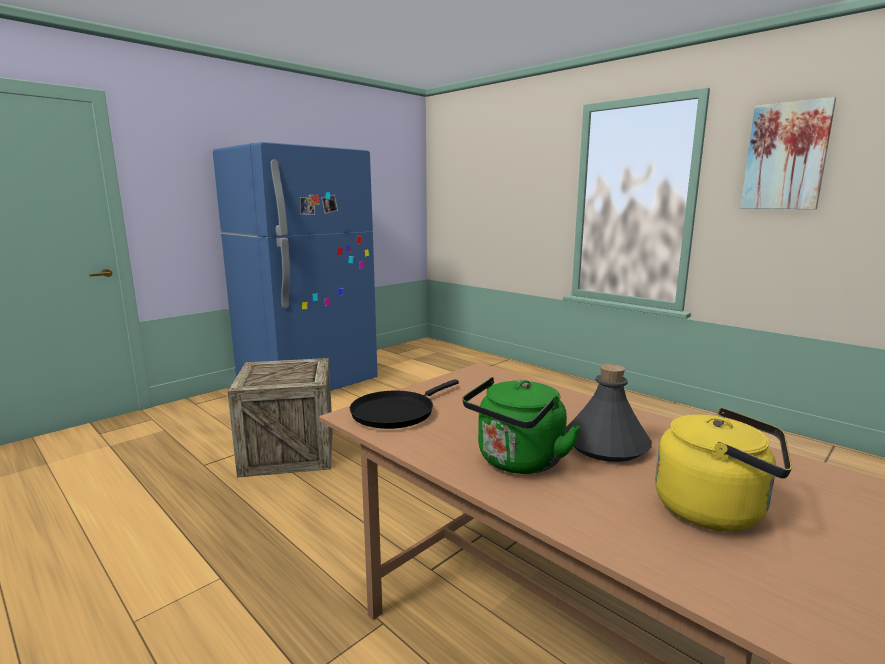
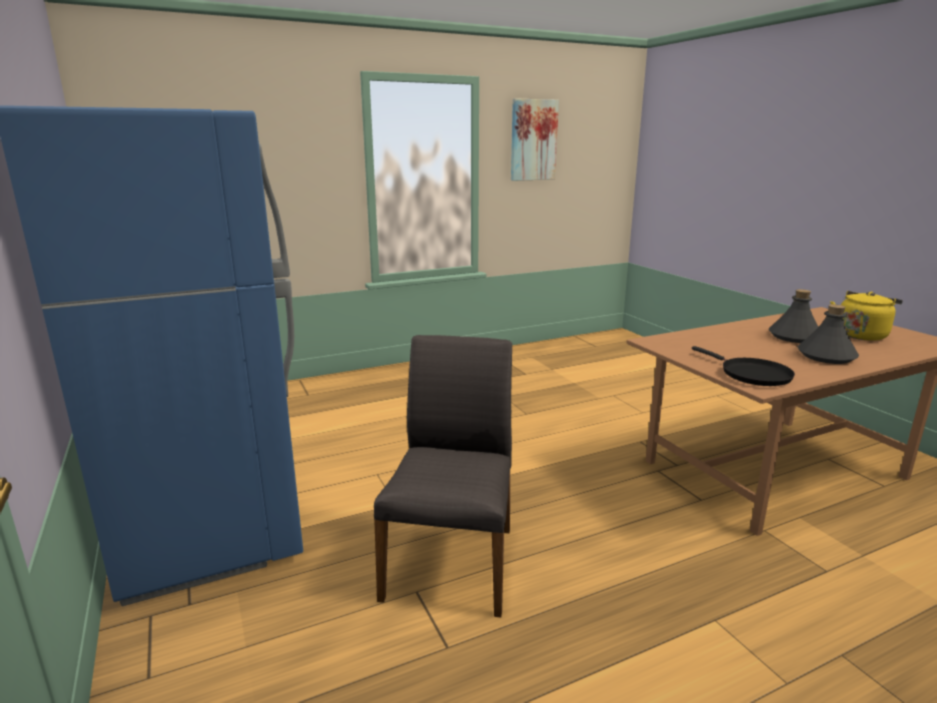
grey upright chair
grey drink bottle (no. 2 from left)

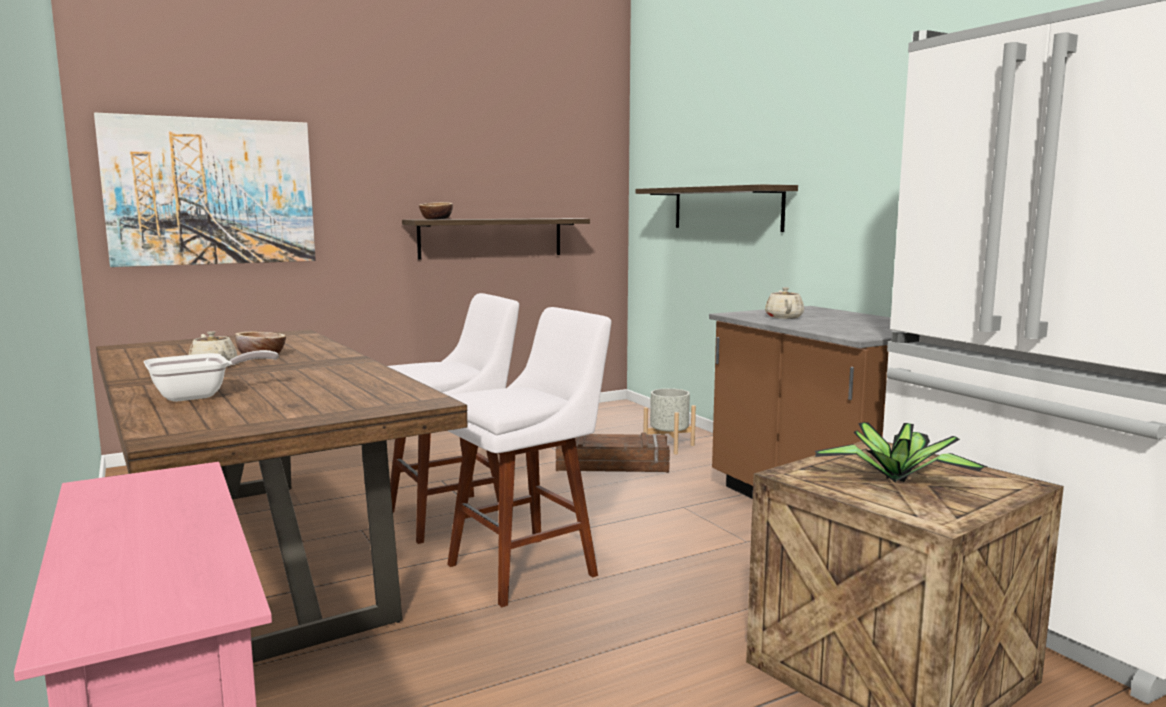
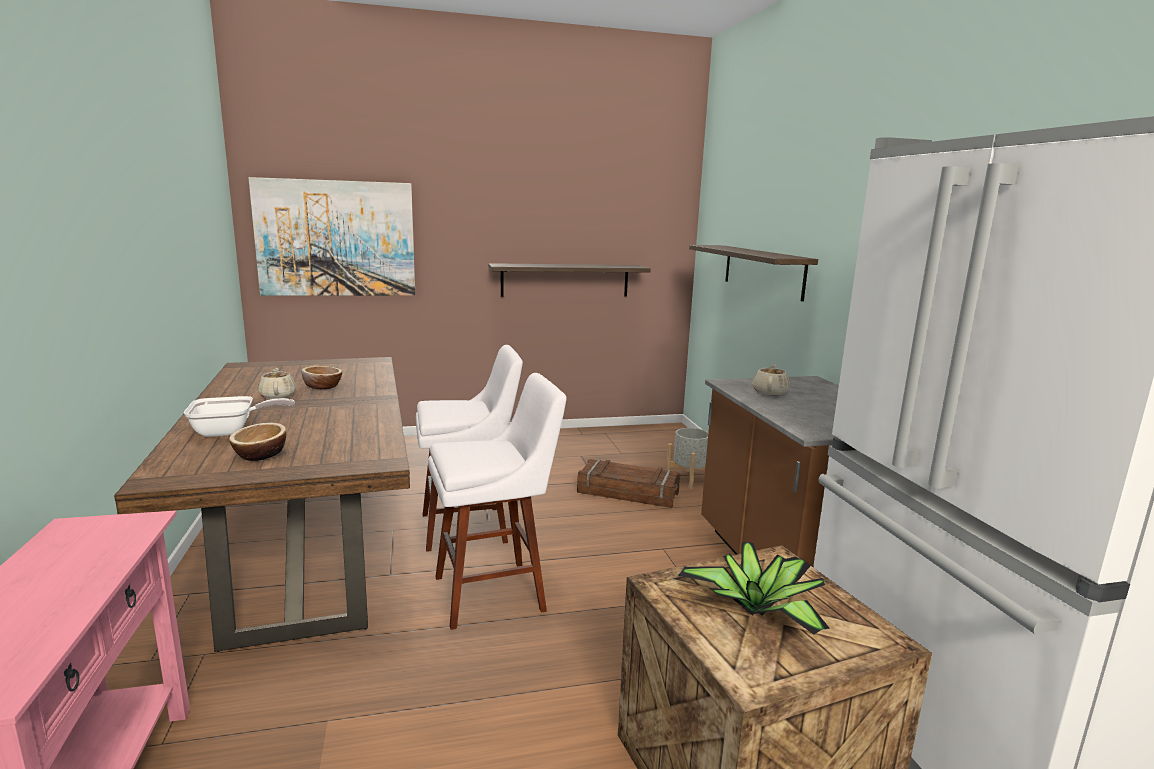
serving bowl (no. 1 from left)

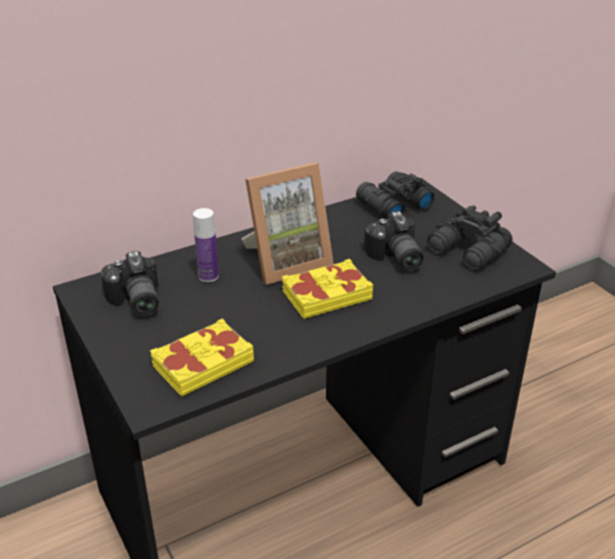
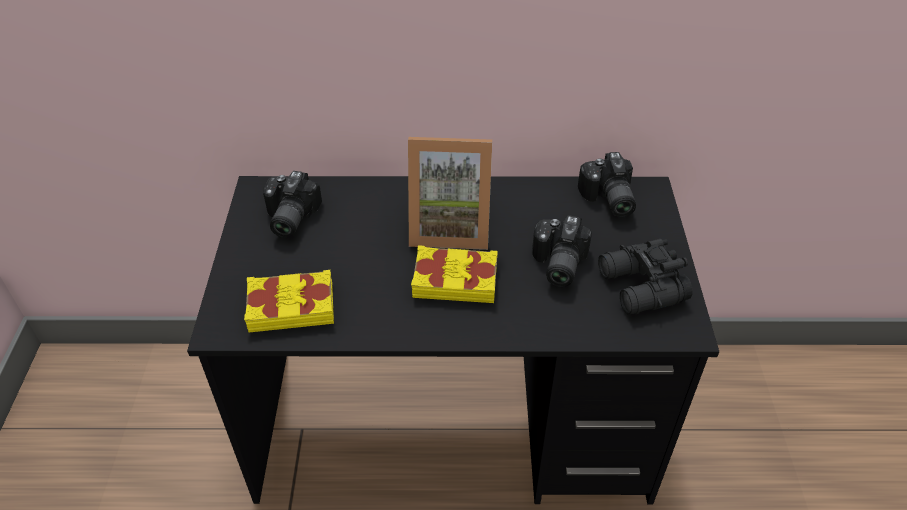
still camera (no. 3 from left)
drink bottle

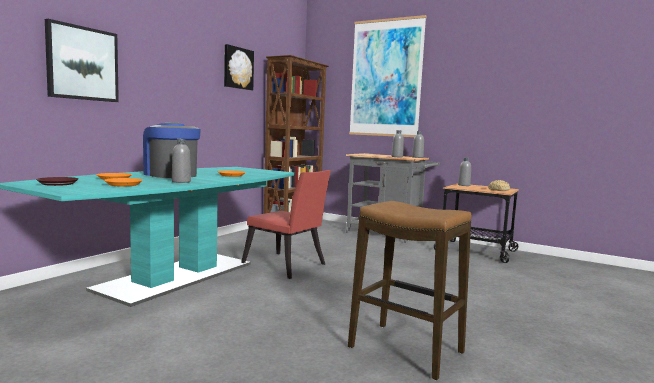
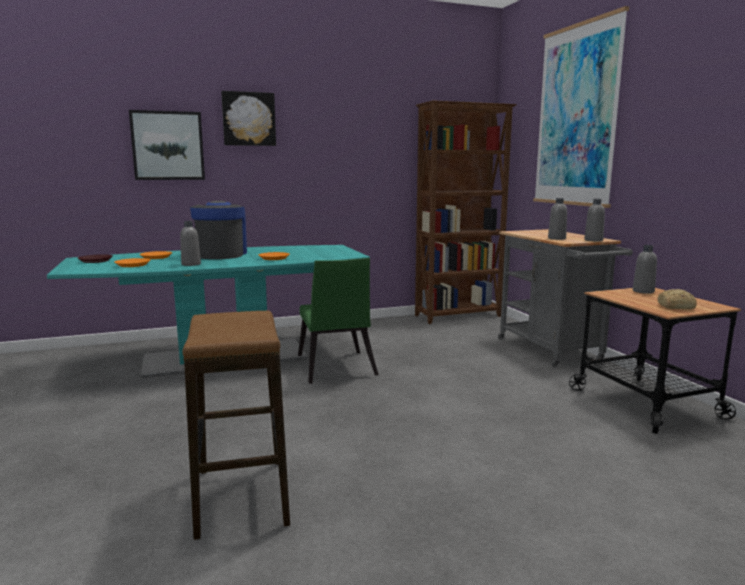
wall art (no. 2 from left)
green upright chair

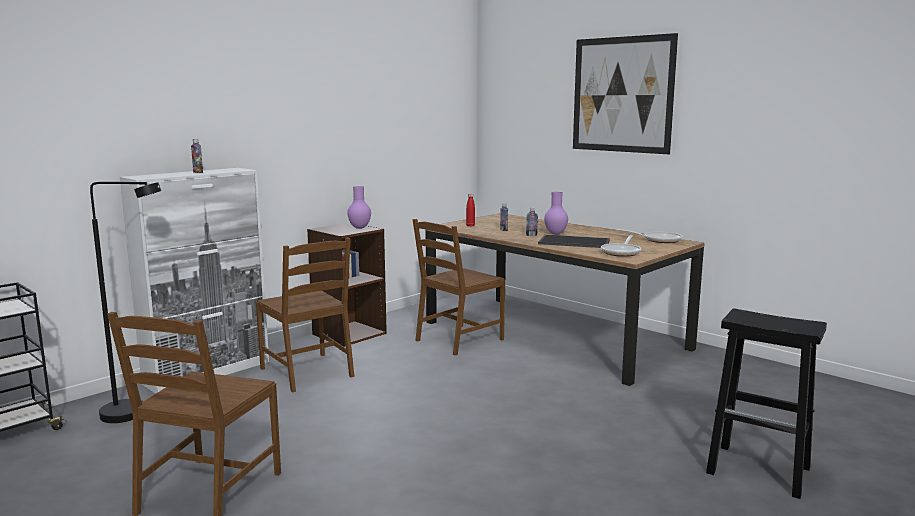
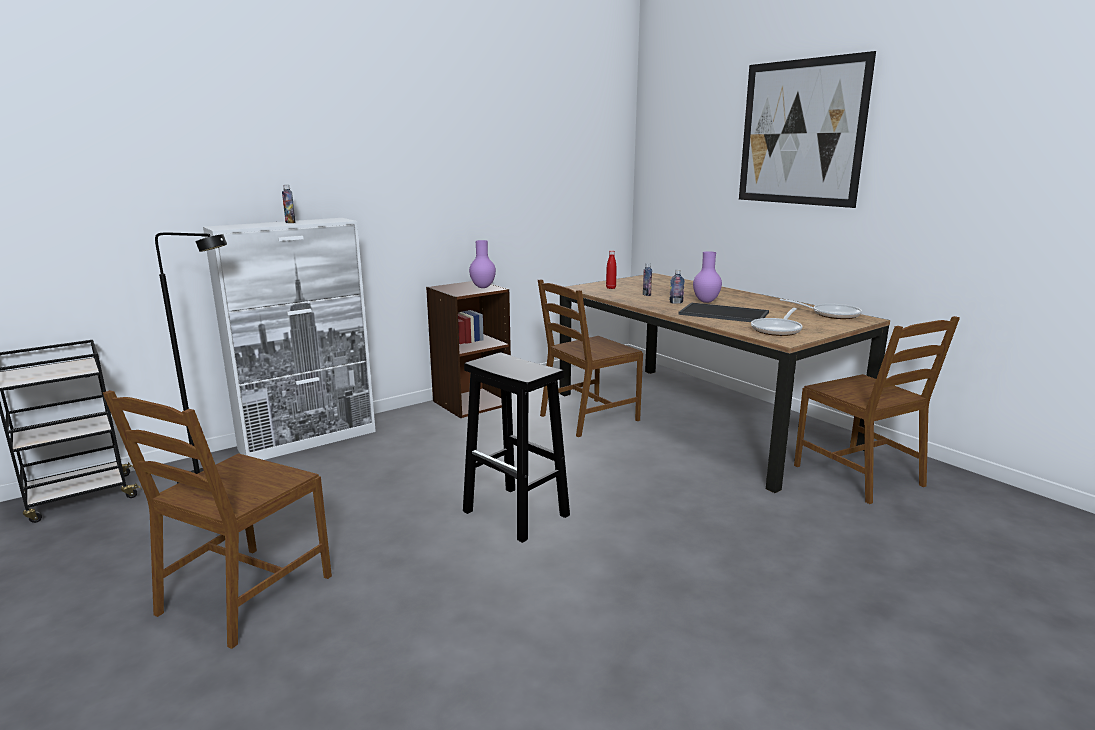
blackish sitting stool
brown upright chair (no. 3 from left)

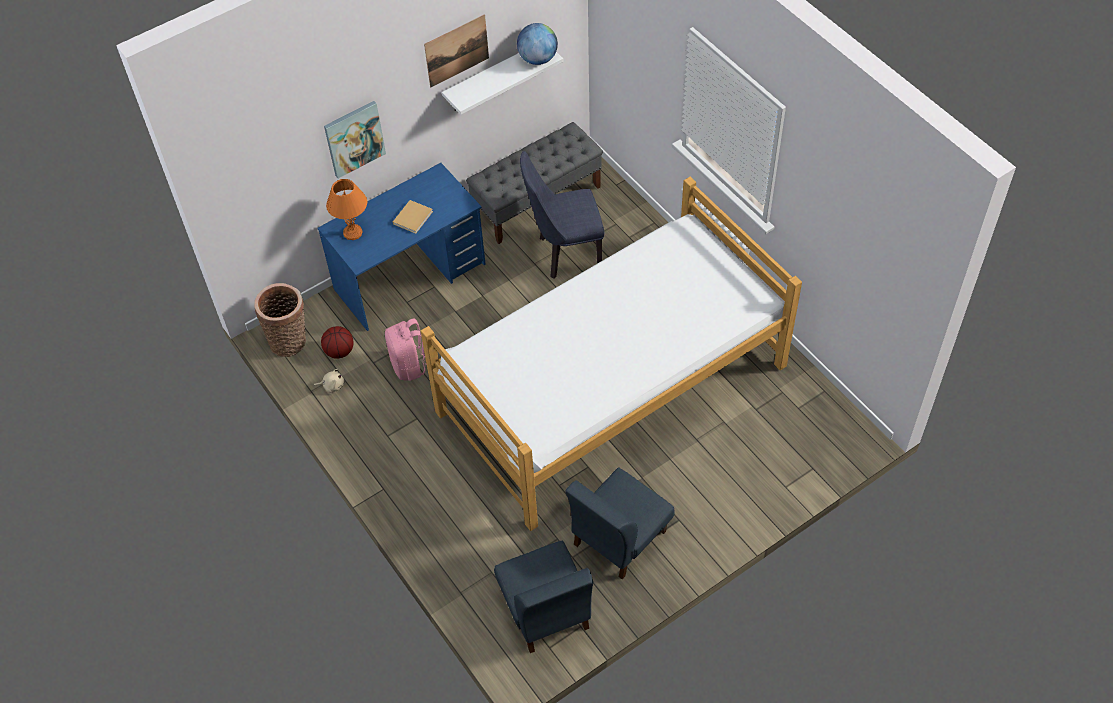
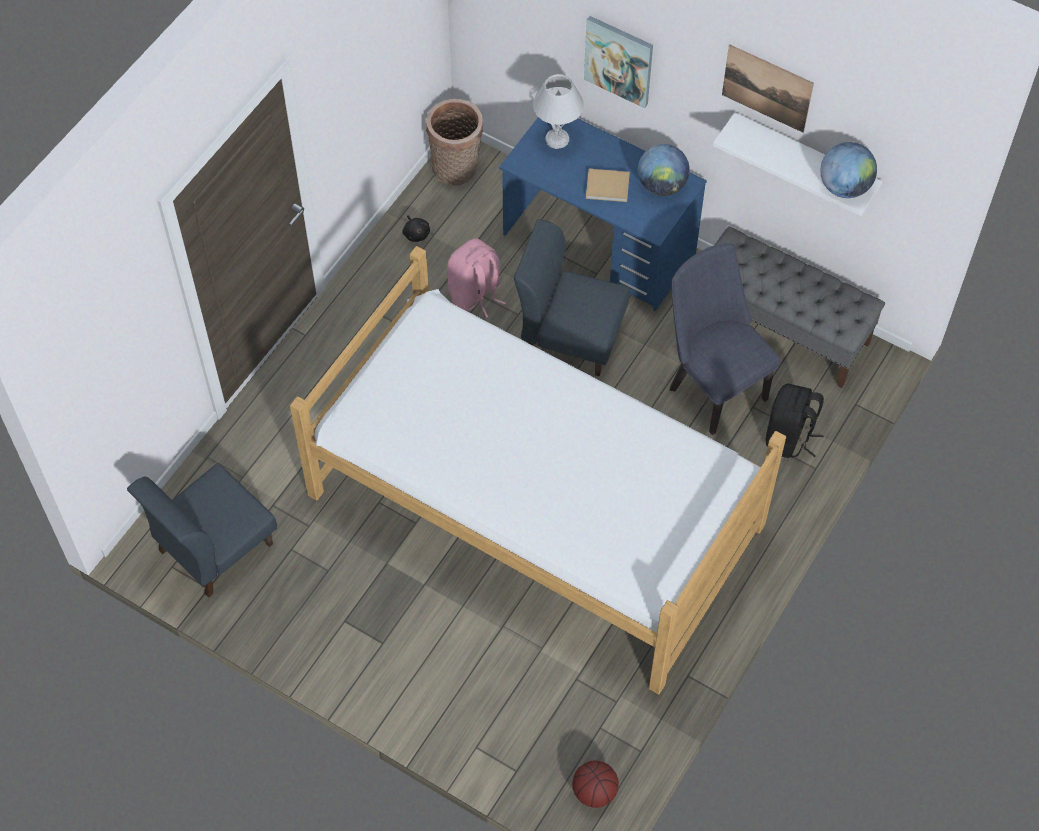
blackish cuddly toy
bluish upright chair (no. 2 from left)
white tabletop lamp
ball for basketball
desk globe (no. 1 from left)
blackish backpack

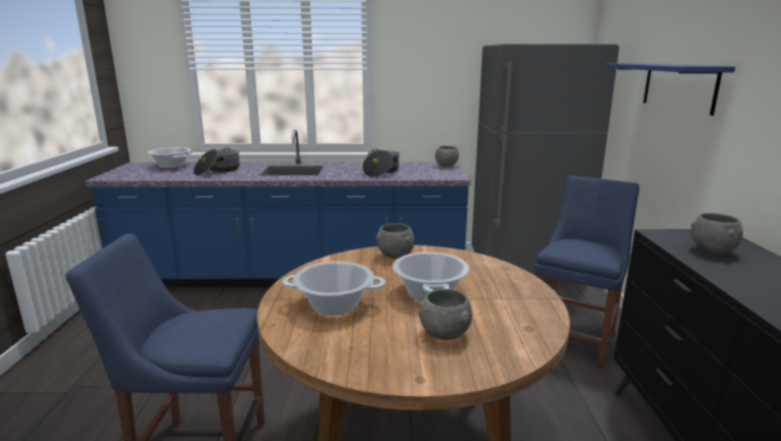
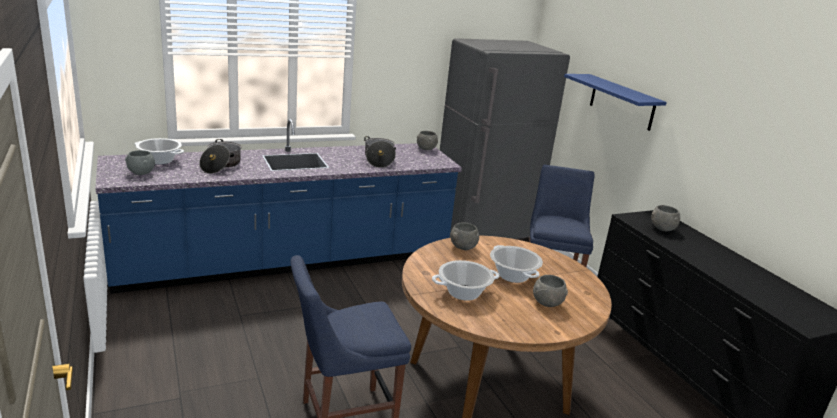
grey serving bowl (no. 1 from left)

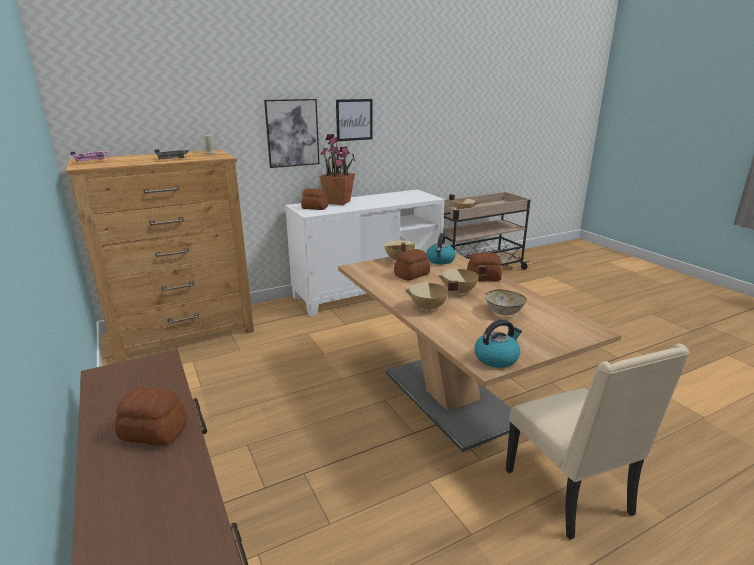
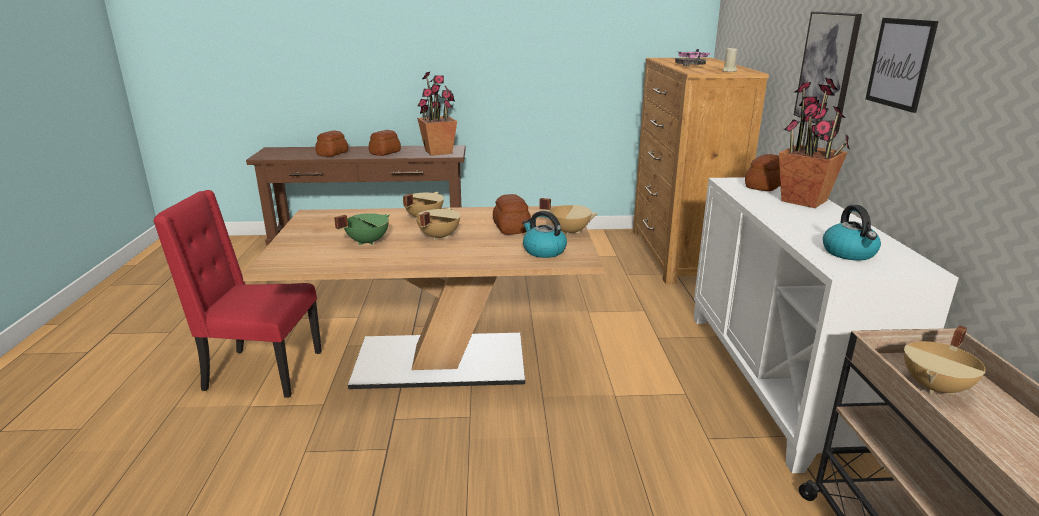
reddish upright chair
bread (no. 1 from left)
green stockpot
plant in a pot (no. 1 from left)
kettle (no. 2 from left)

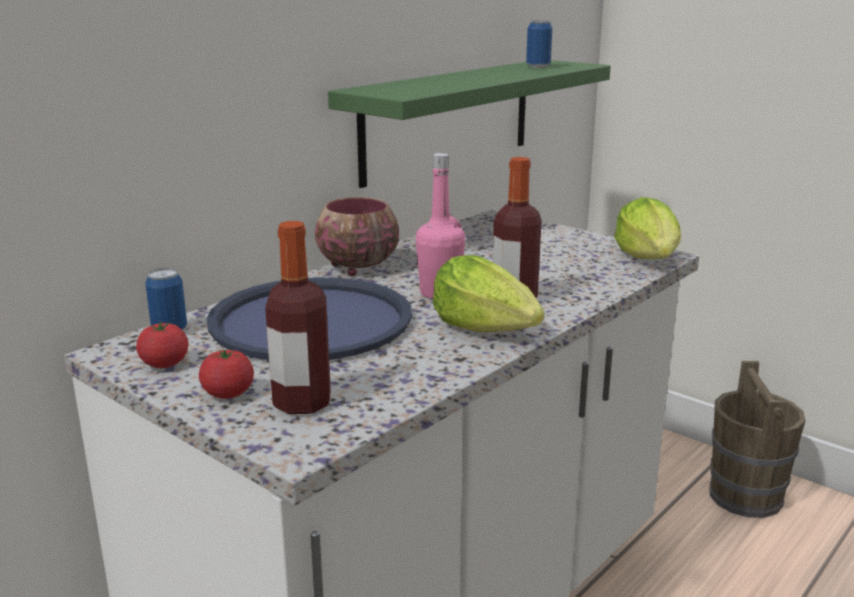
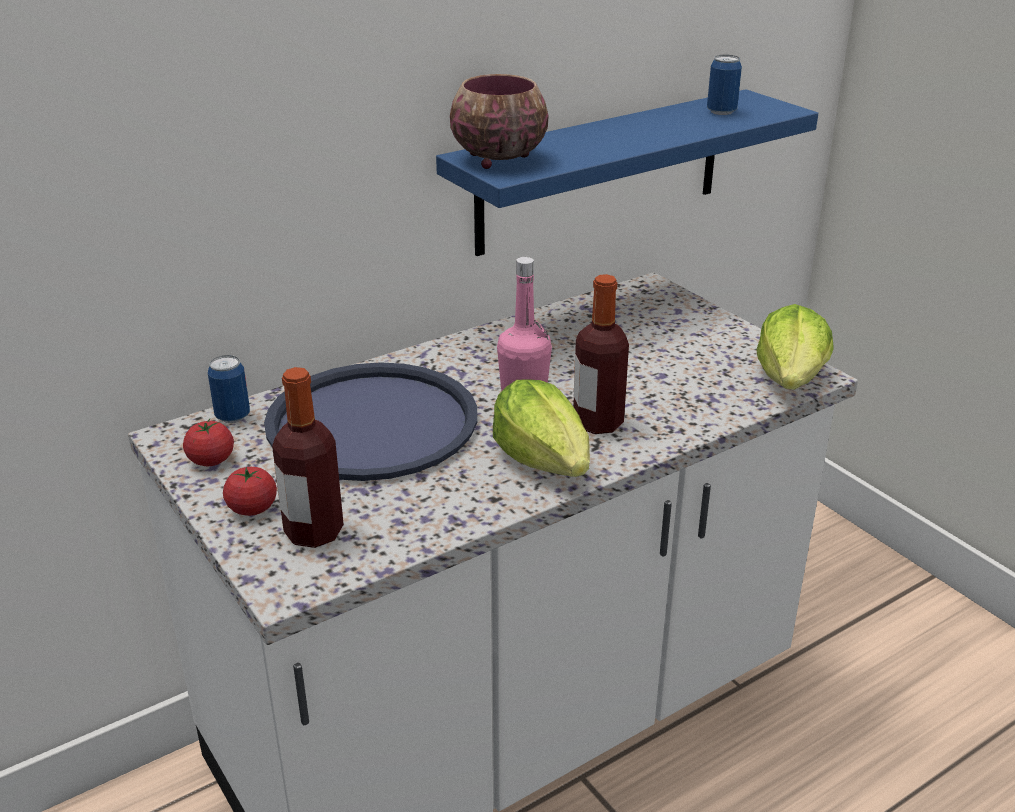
bluish shelf
serving bowl
brown pail

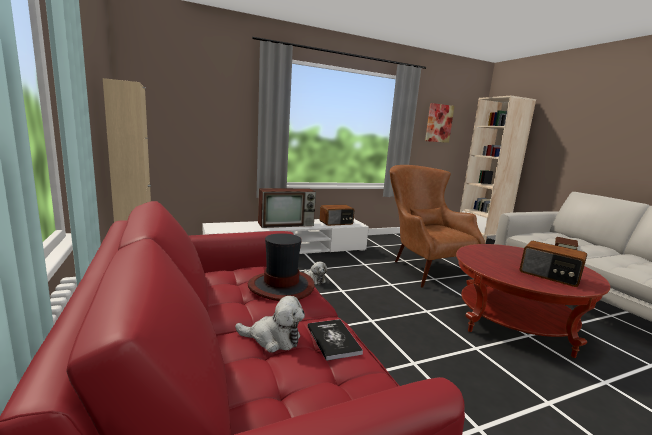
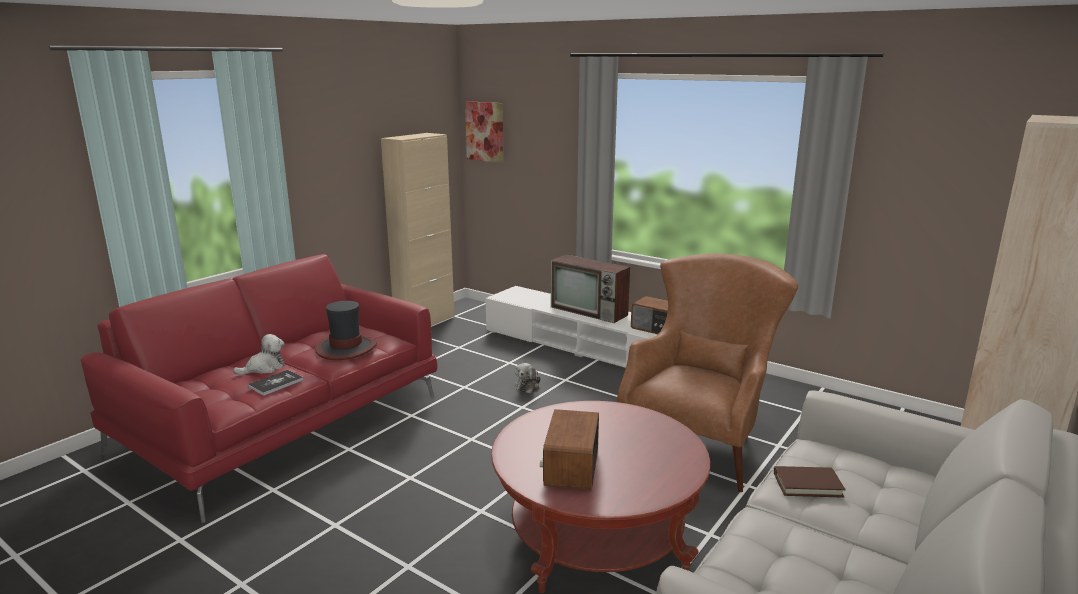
cuddly toy (no. 1 from left)
wall art

